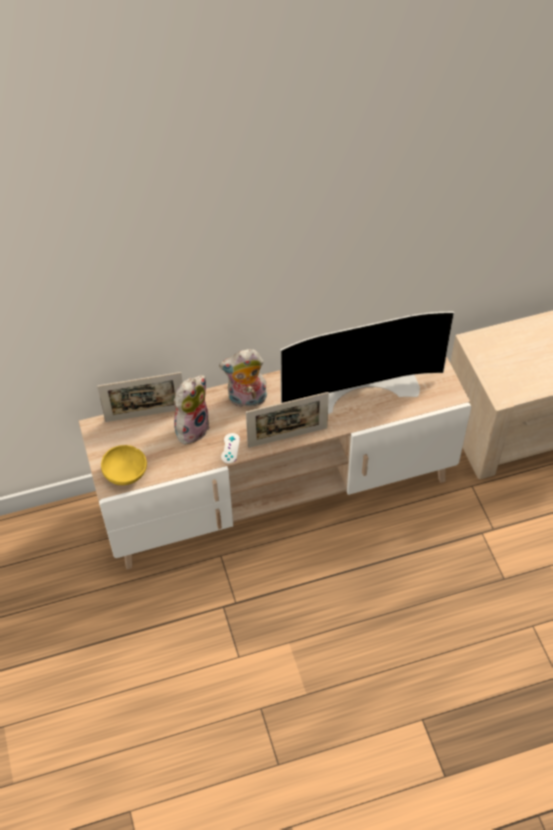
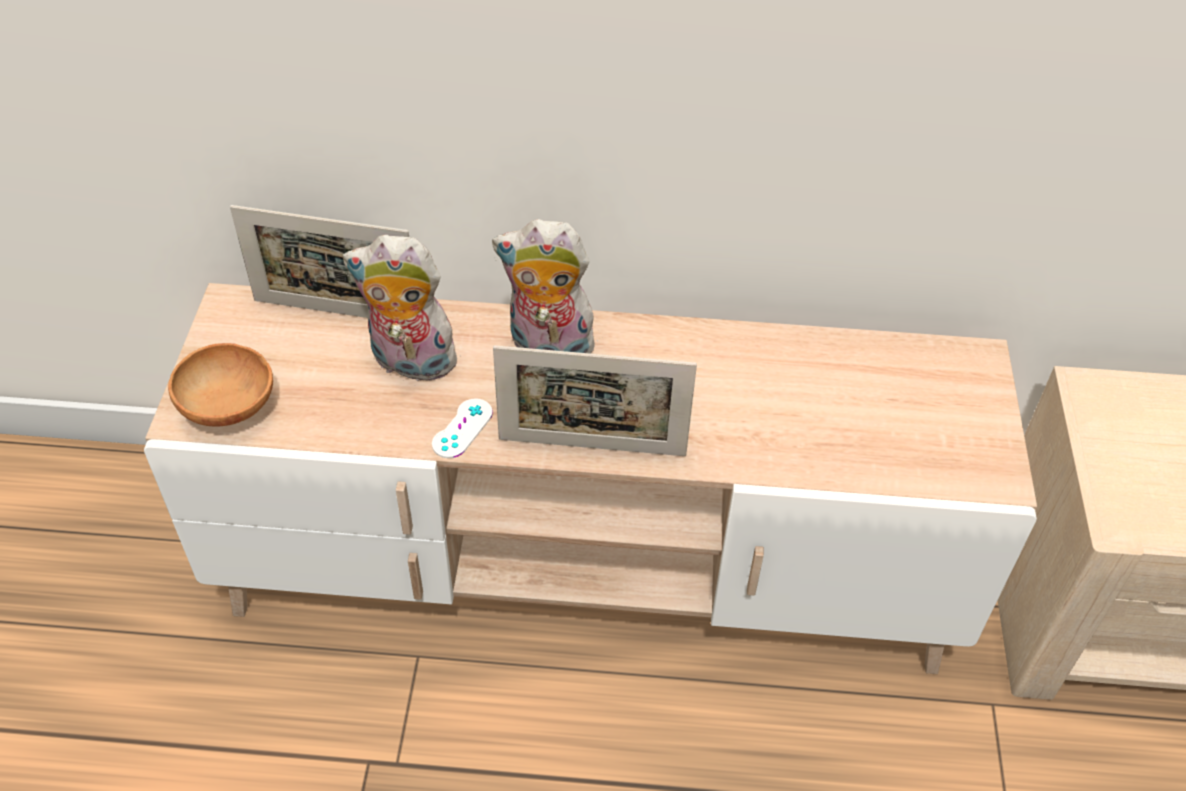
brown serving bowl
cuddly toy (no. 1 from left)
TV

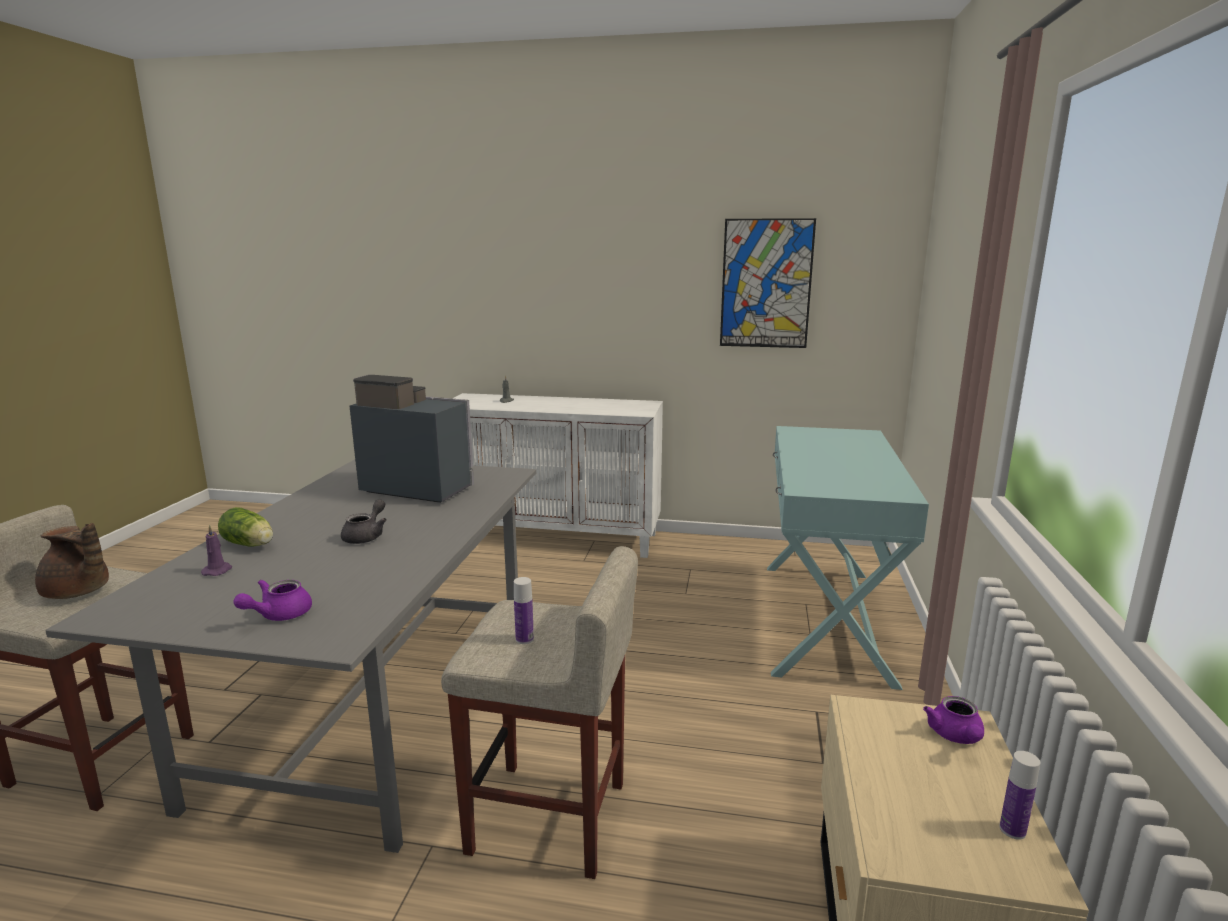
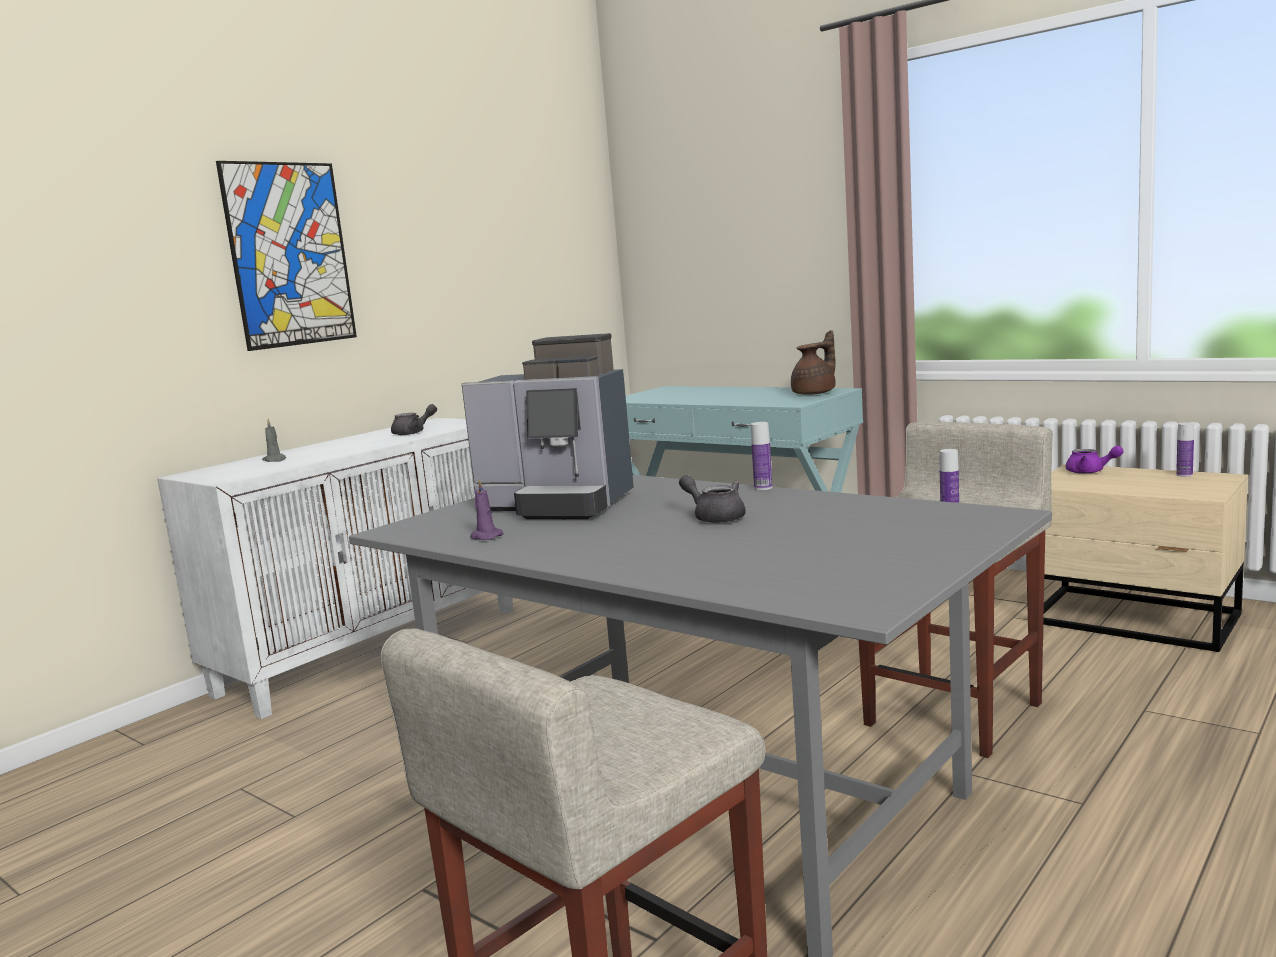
wall art
grey pot for tea (no. 1 from left)
coffee maker
purplish candle
drink bottle (no. 1 from left)
brown pot for tea
lettuce
purplish pot for tea (no. 1 from left in the first image)

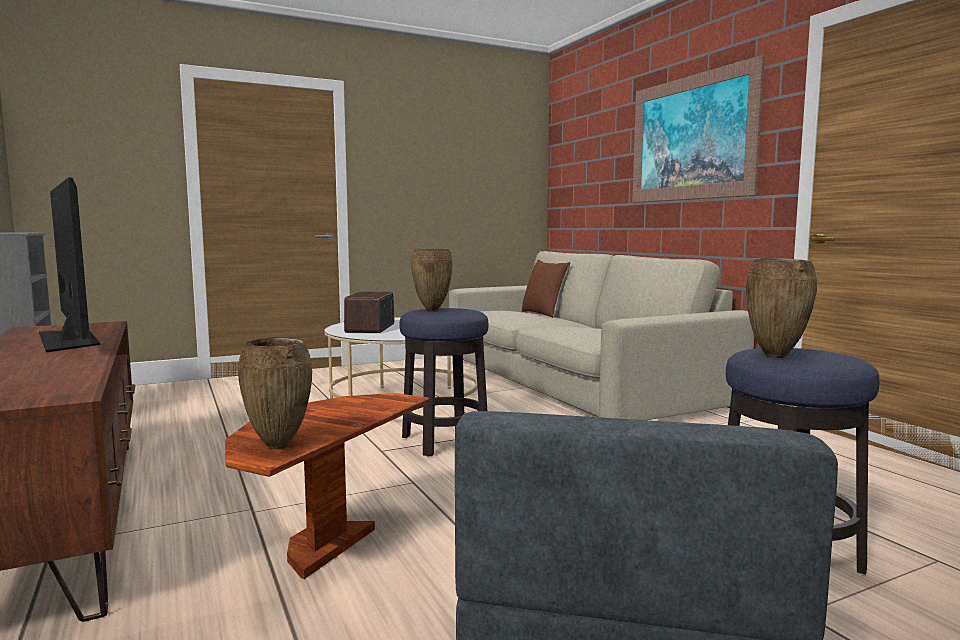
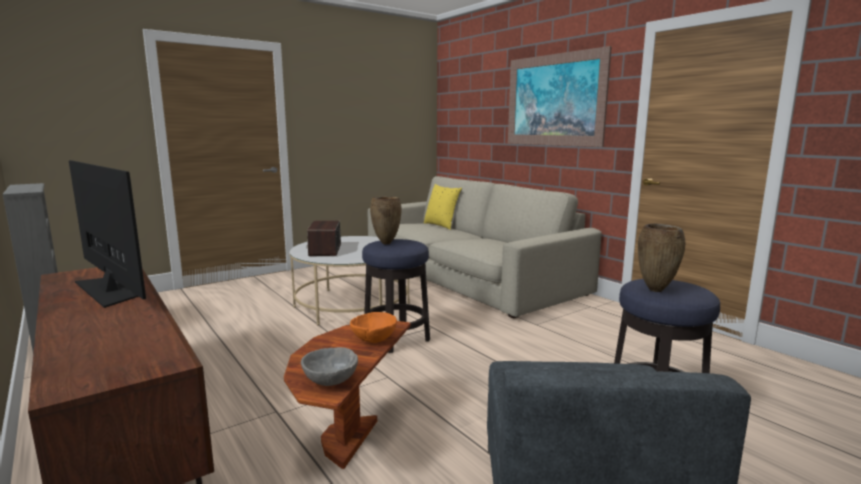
grey serving bowl
orange serving bowl
yellow pillow

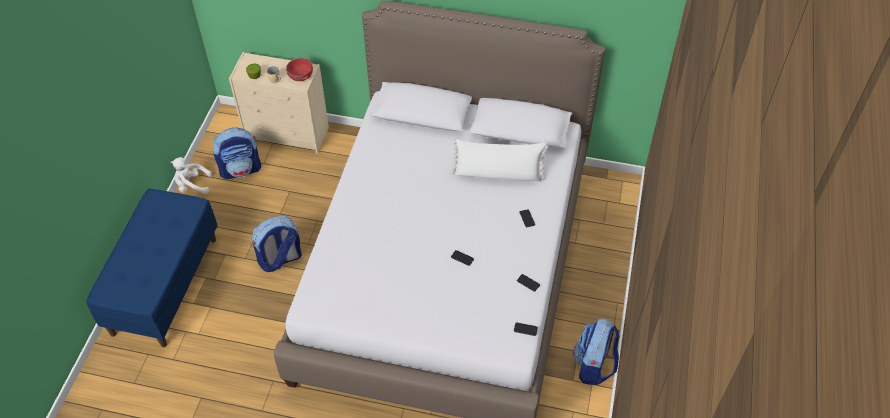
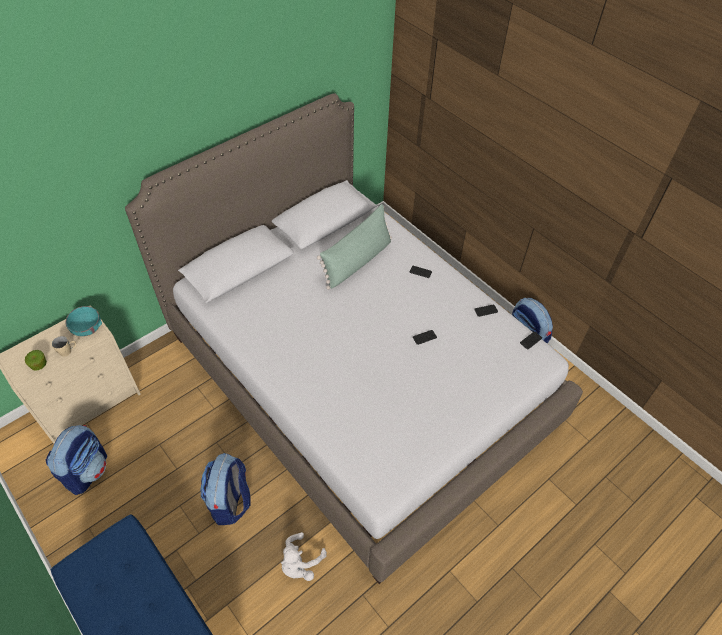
turquoise serving bowl
white cuddly toy
green pillow

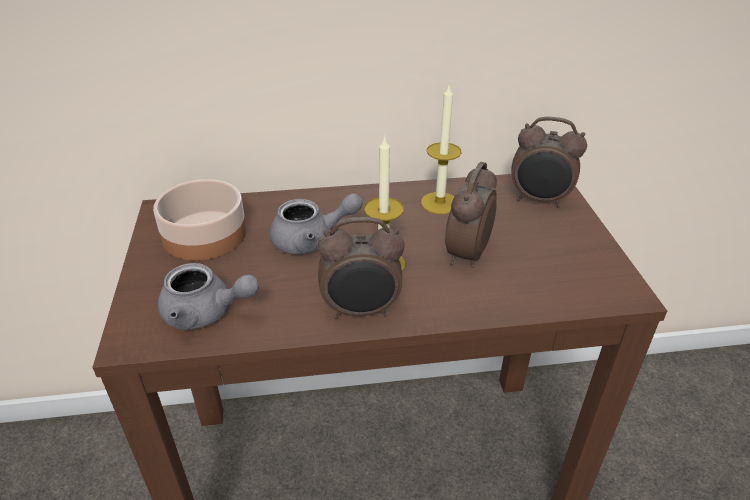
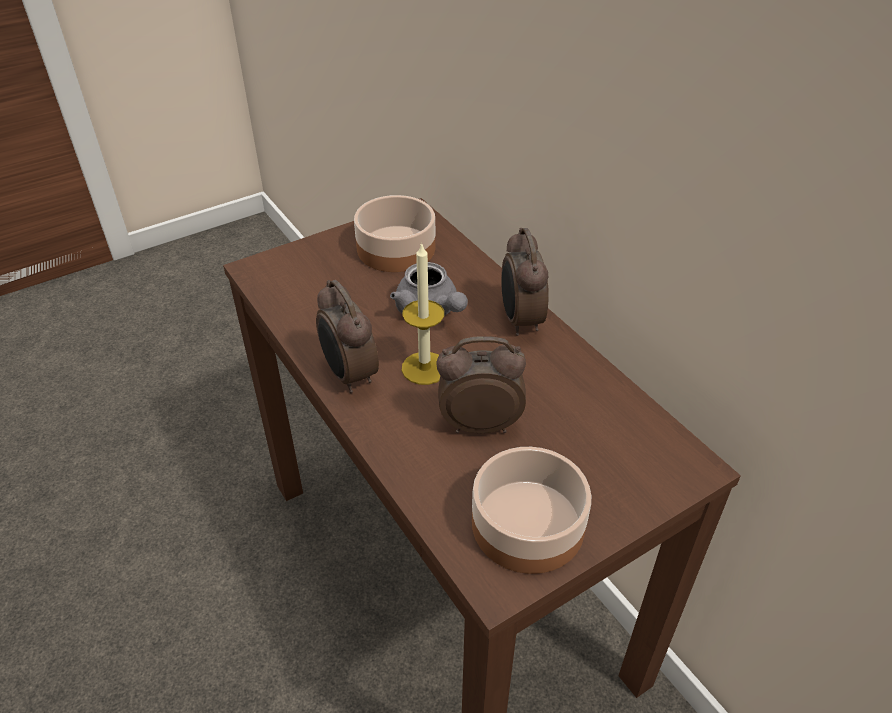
serving bowl (no. 2 from left)
table clock (no. 3 from left)
grey pot for tea (no. 1 from left in the first image)
candle (no. 2 from left in the first image)

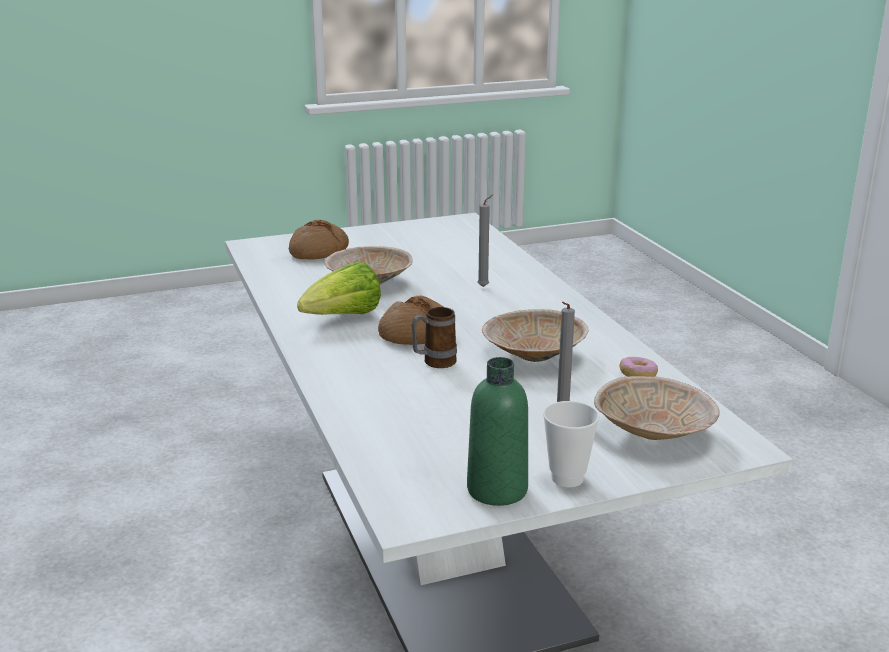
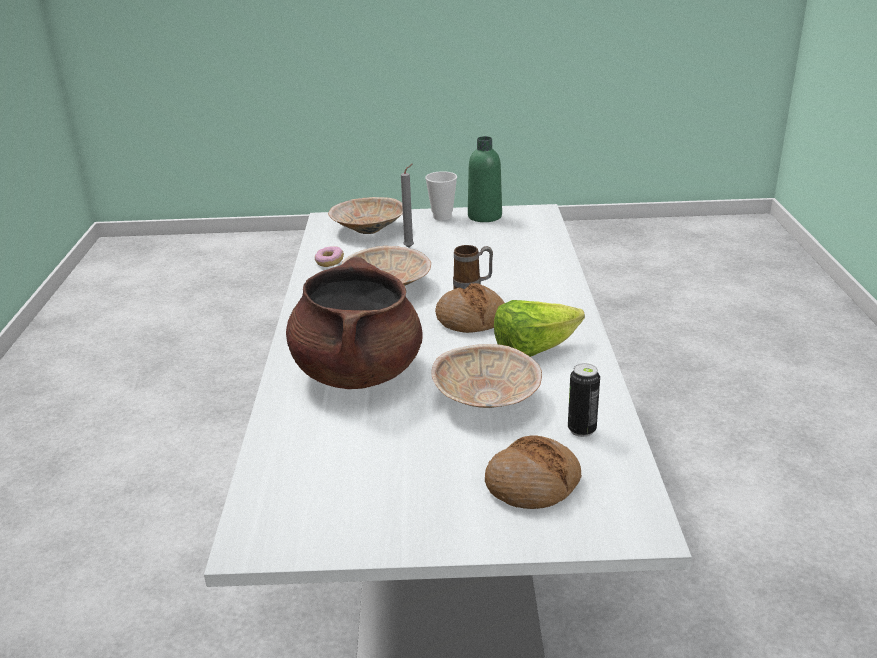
brown stockpot
can

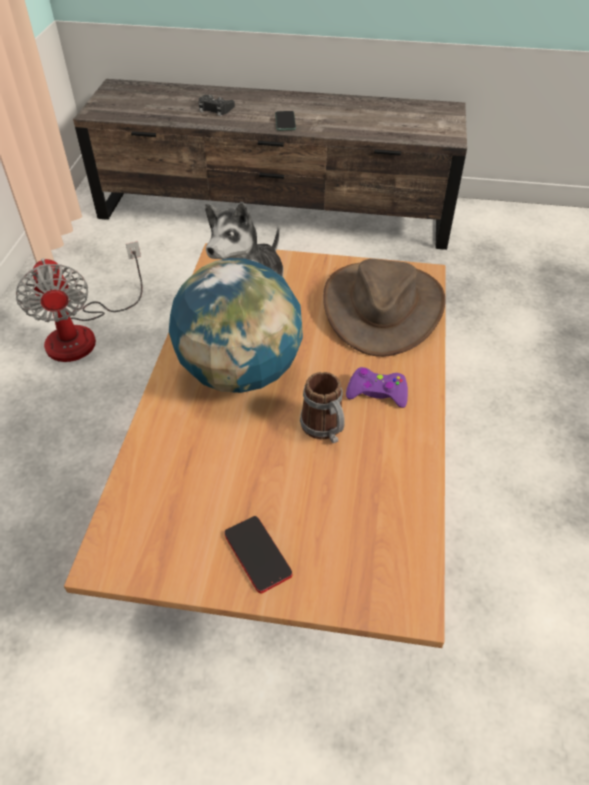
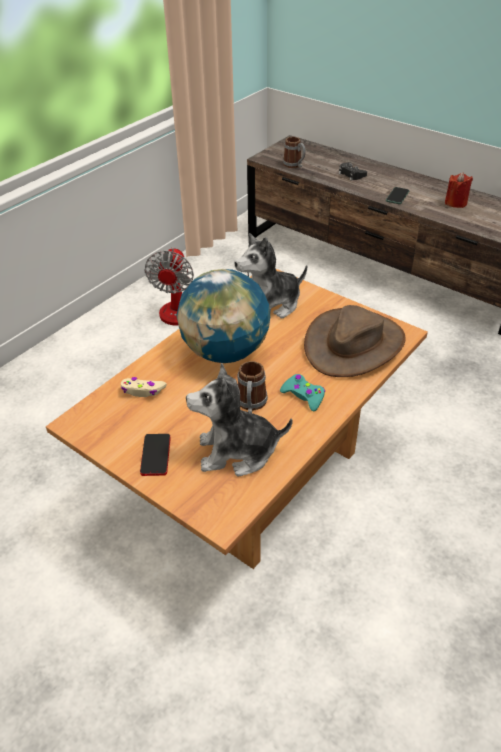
beige-coloured gamepad
cuddly toy (no. 1 from left)
turquoise gamepad
mug (no. 2 from left)
reddish candle

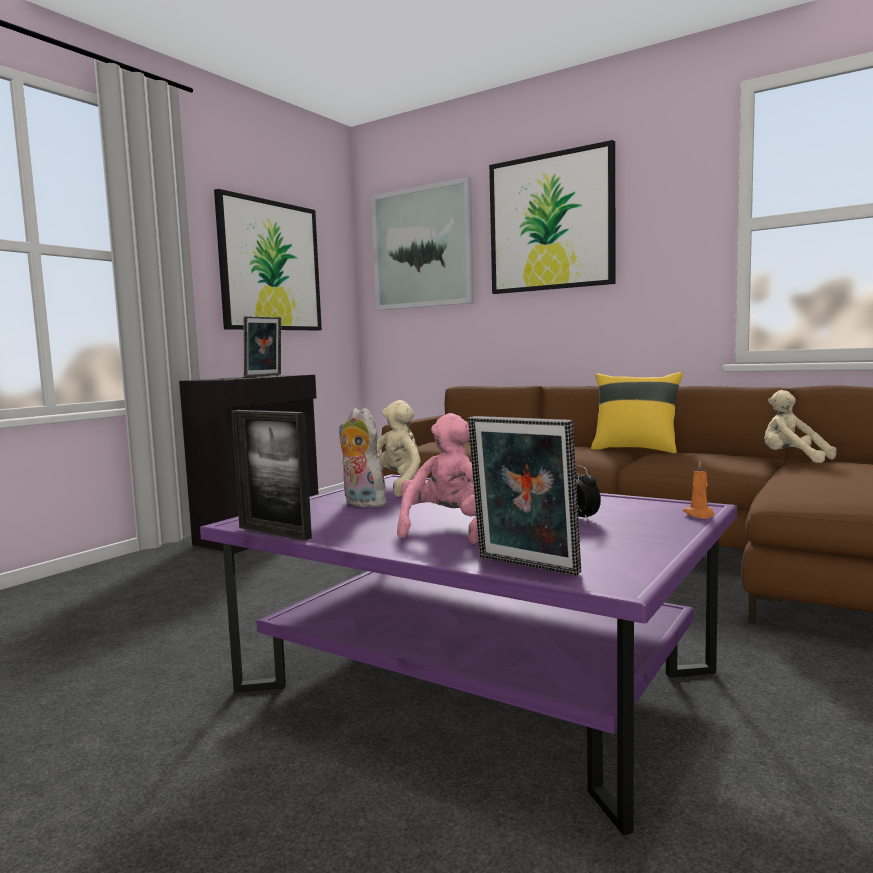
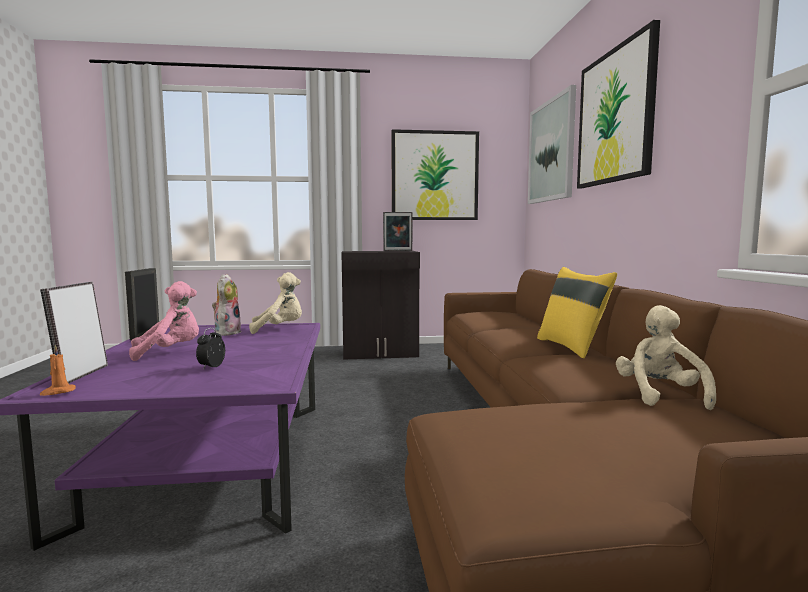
orange candle

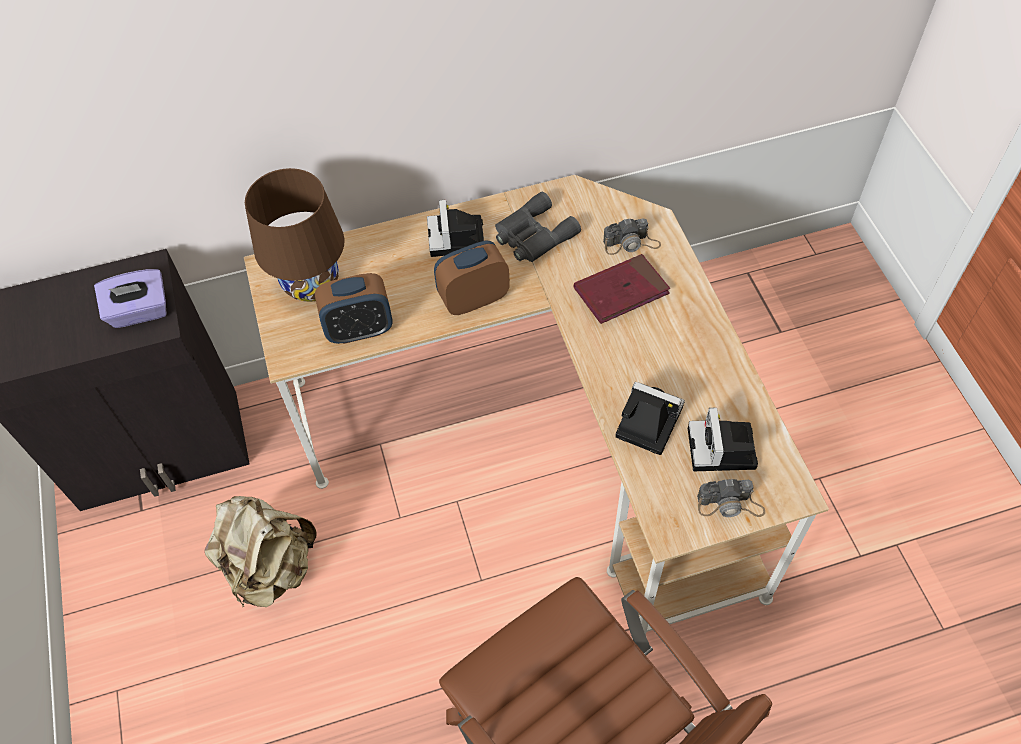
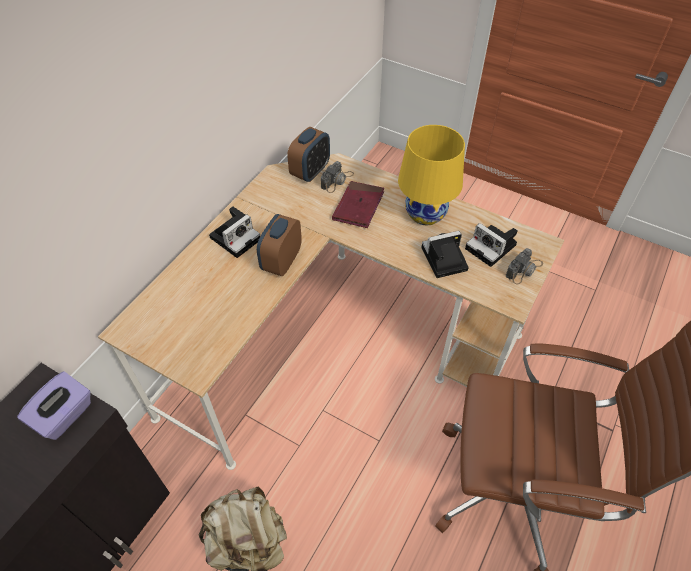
still camera (no. 1 from left)
table clock (no. 2 from left)
yellow tabletop lamp
brown tabletop lamp
grey pair of binoculars

